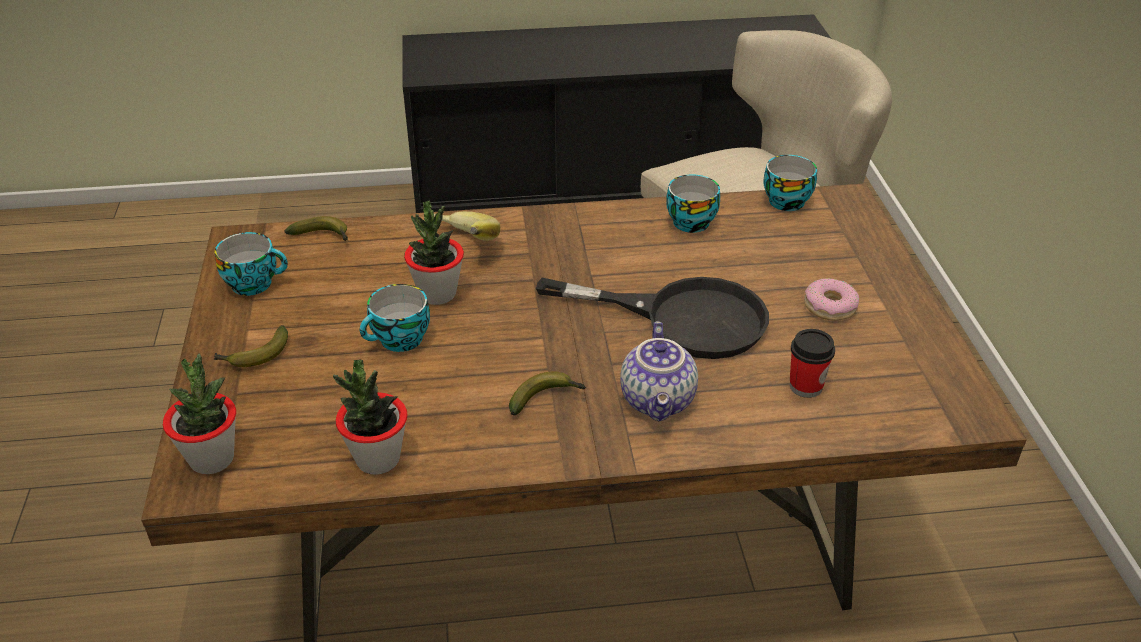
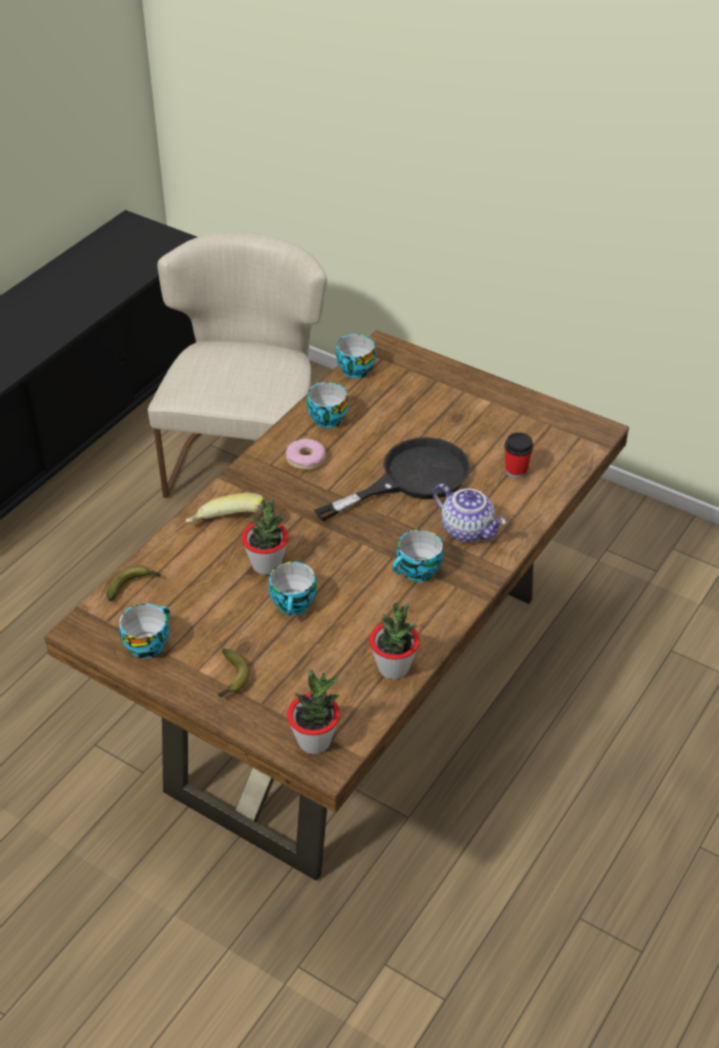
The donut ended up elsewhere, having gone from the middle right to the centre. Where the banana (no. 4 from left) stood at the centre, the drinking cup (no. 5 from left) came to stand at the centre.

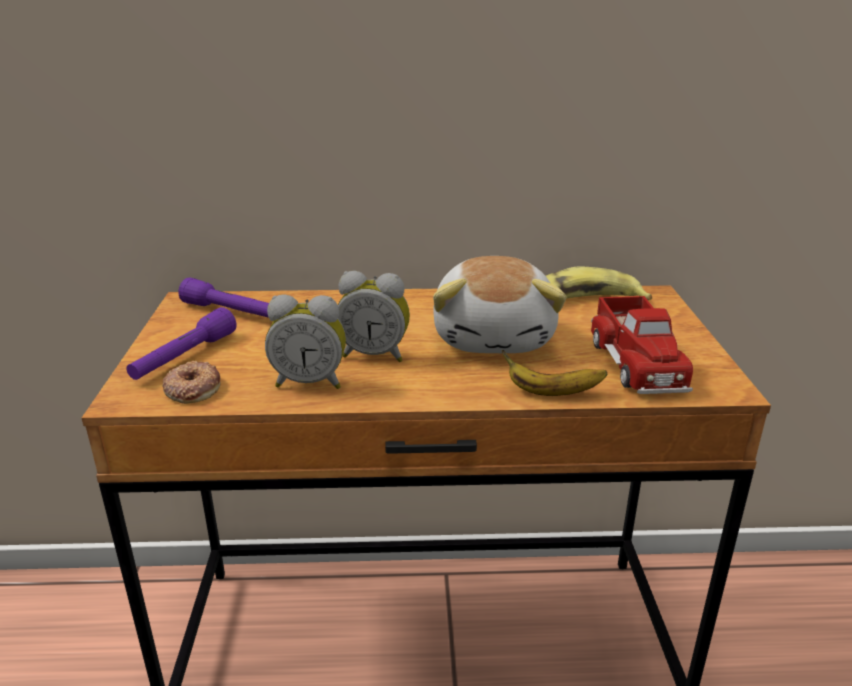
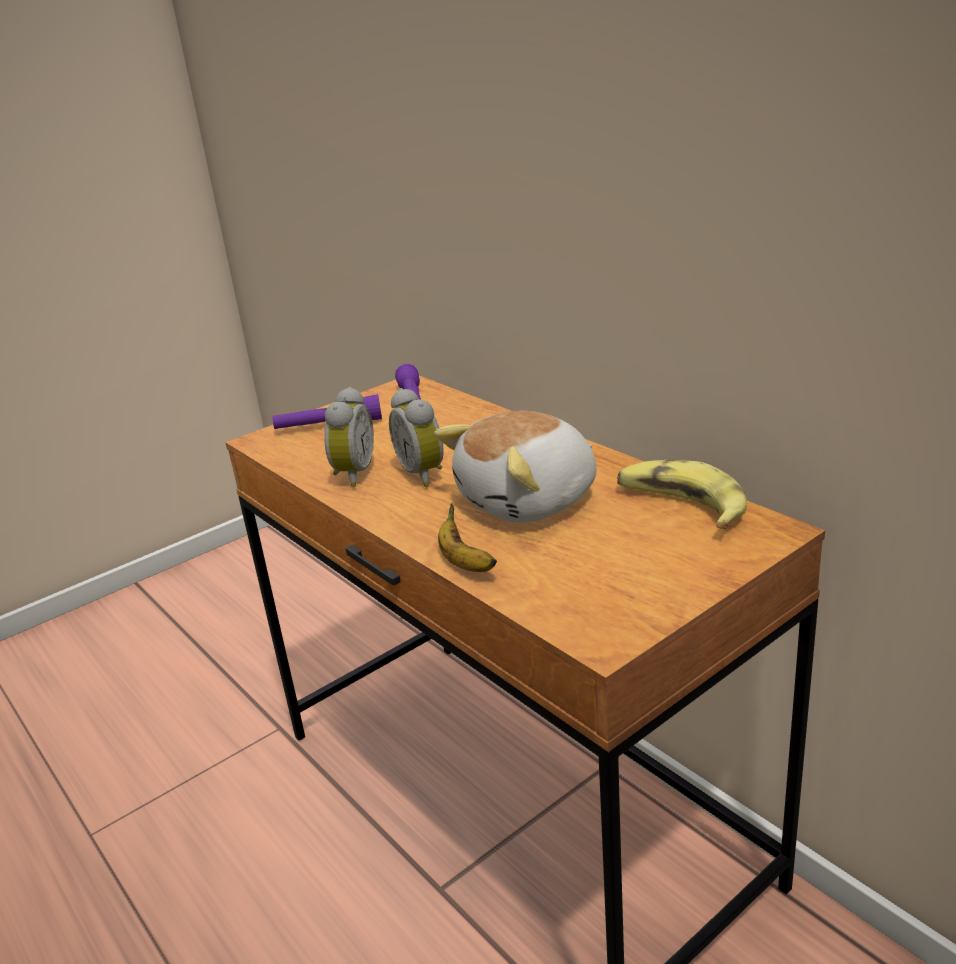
The second view lost the donut at the middle left. The second view lost the toy truck at the middle right. The table clock (no. 1 from left) at the centre ended up facing another way, 135 degrees counterclockwise from before.

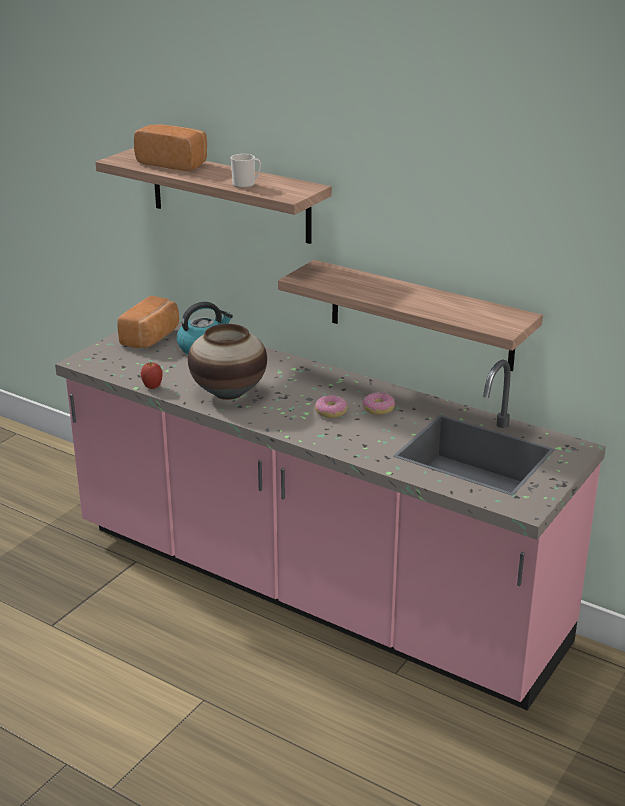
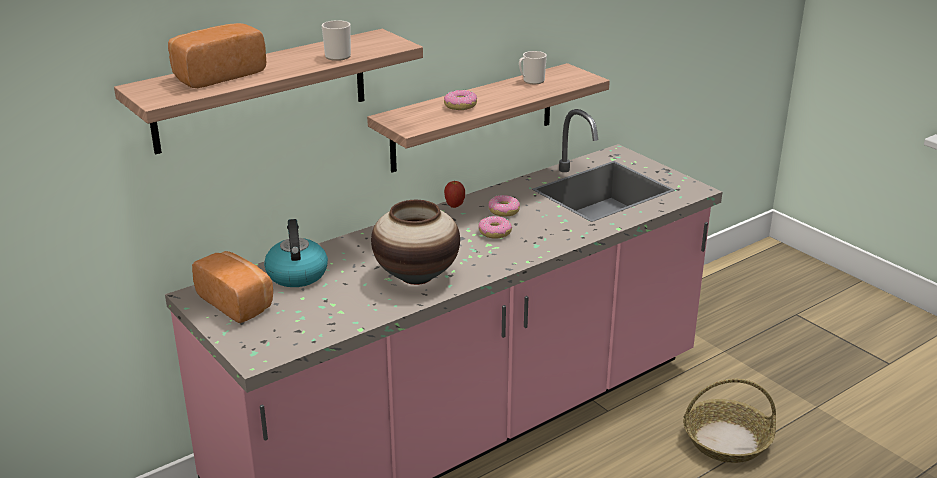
The second view gained the donut (no. 1 from left) at the top centre. The second view gained the tea mug (no. 2 from left) at the top centre. The second view gained the storage basket at the bottom right. The apple fruit ended up elsewhere, having gone from the middle left to the centre.

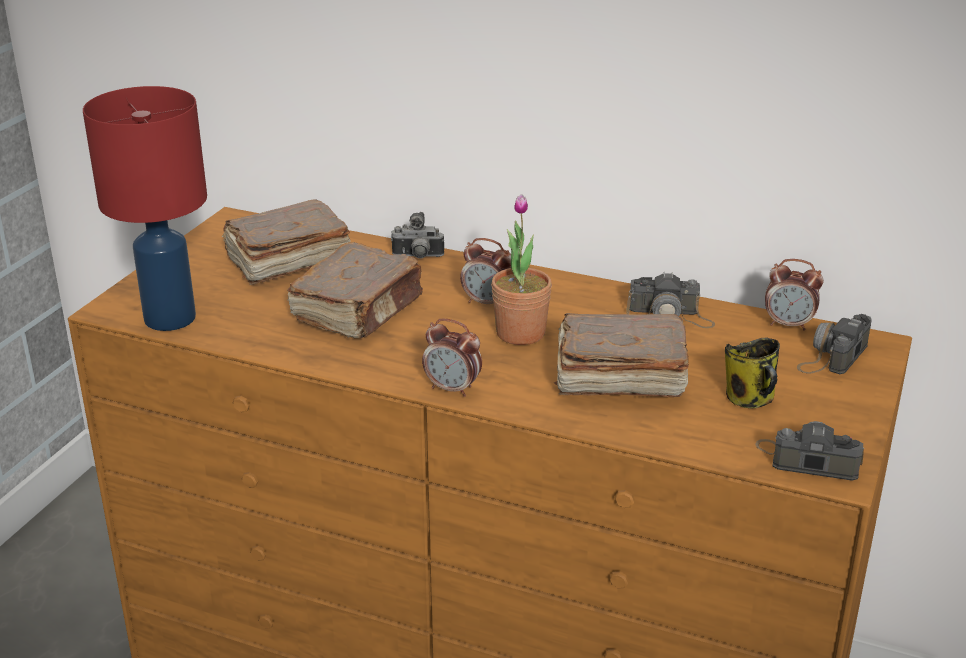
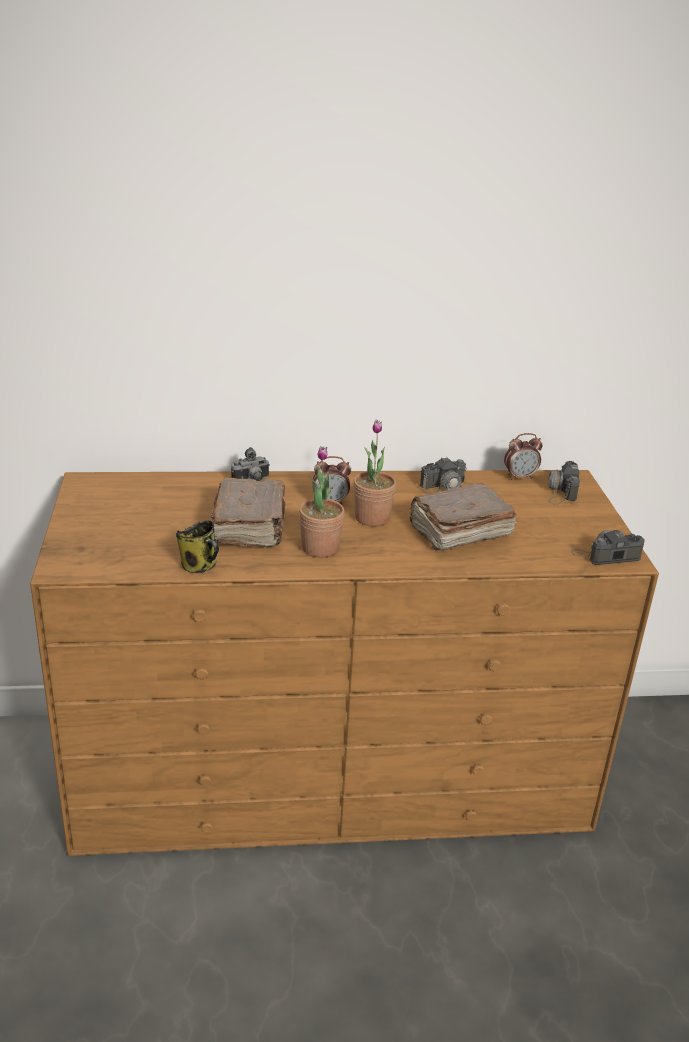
The second view lost the red lamp for a table at the top left. The second view lost the brown book (no. 1 from left) at the middle left. The second view lost the table clock (no. 1 from left) at the centre. The second view gained the potted plant (no. 1 from left) at the centre. The tea mug ended up elsewhere, having gone from the middle right to the middle left.

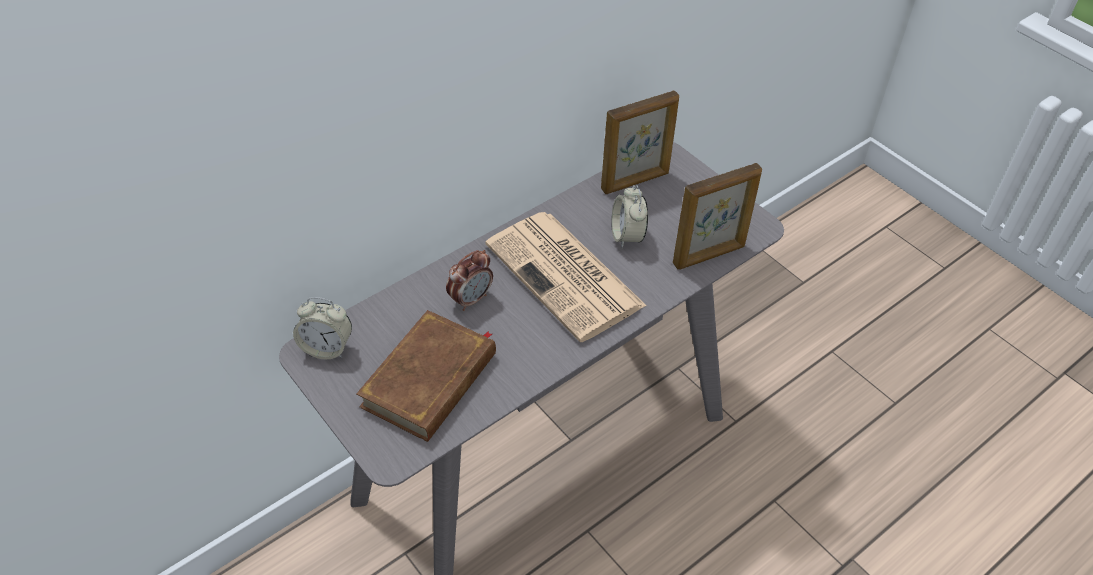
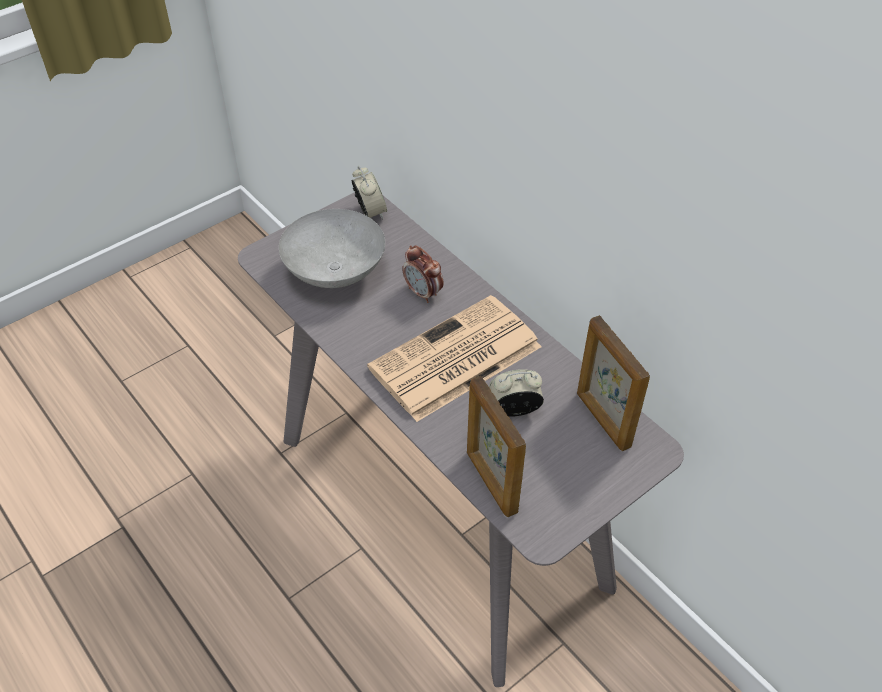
Where the brown book stood at the centre, the greyish deep dish came to stand at the centre. The table clock (no. 1 from left) at the middle left ended up facing another way, 150 degrees clockwise from before.

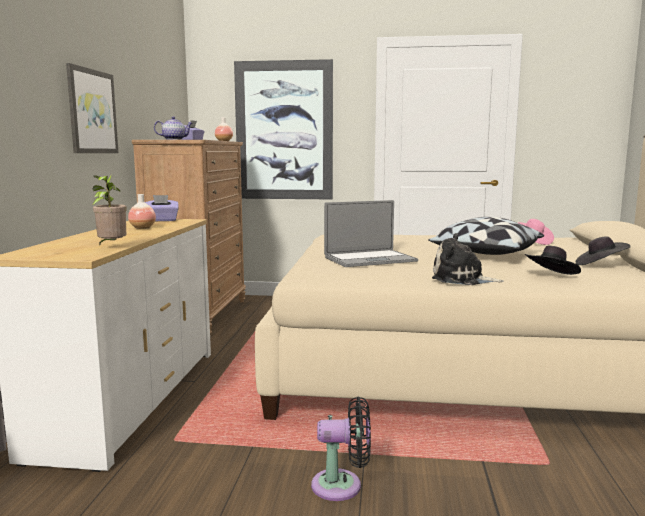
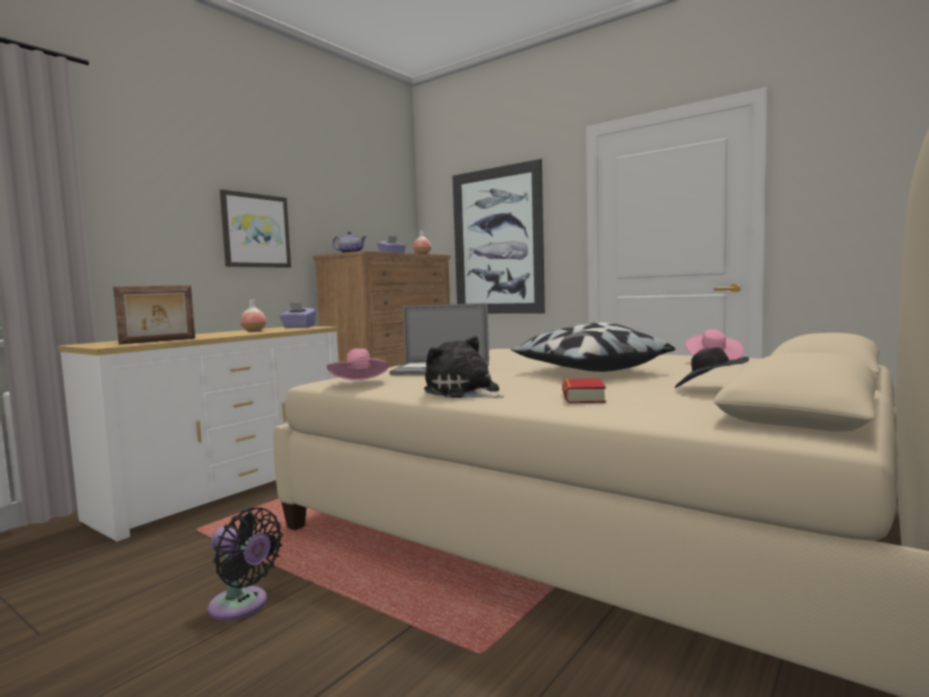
The second view gained the pink clothing hat (no. 1 from left) at the centre. Where the potted plant stood at the middle left, the picture frame came to stand at the middle left. Where the black clothing hat (no. 1 from left) stood at the middle right, the book came to stand at the centre.

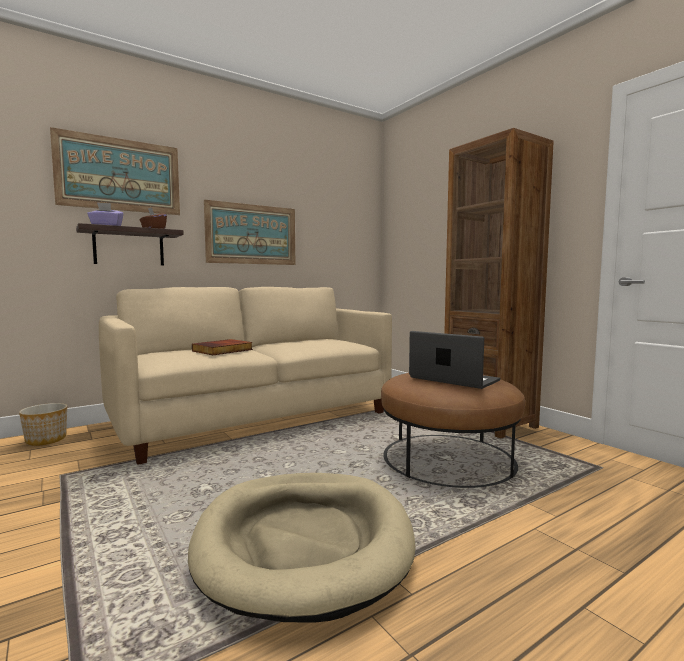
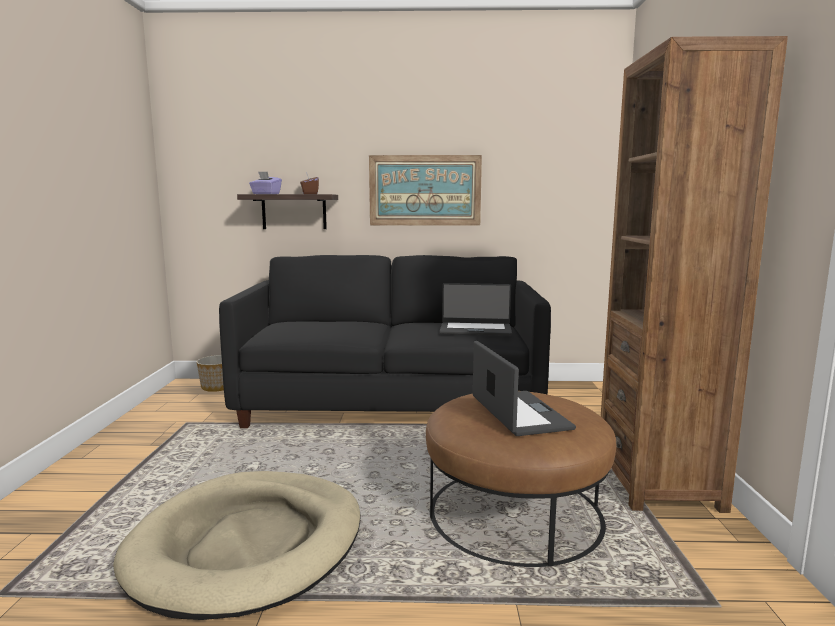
The second view lost the wall picture (no. 1 from left) at the top left. The second view lost the book at the middle left. The second view gained the laptop (no. 1 from left) at the centre. What was the sand-coloured couch at the centre turned into the black couch at the centre.

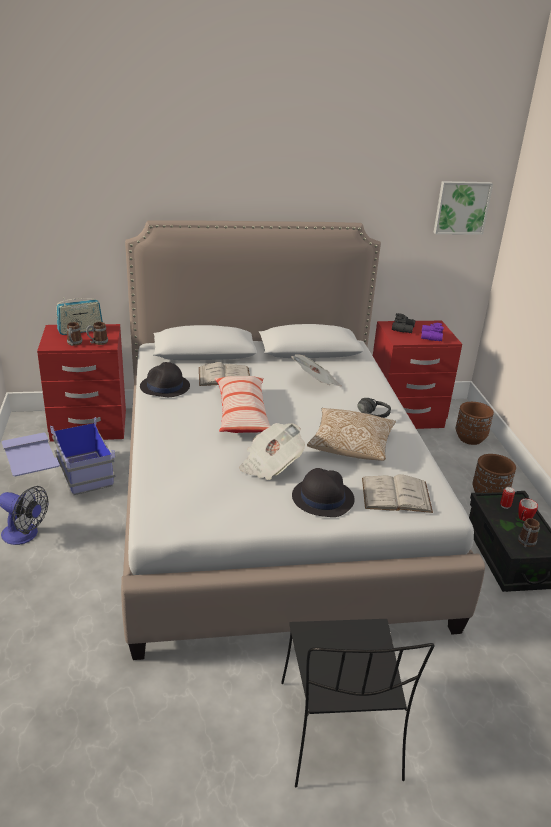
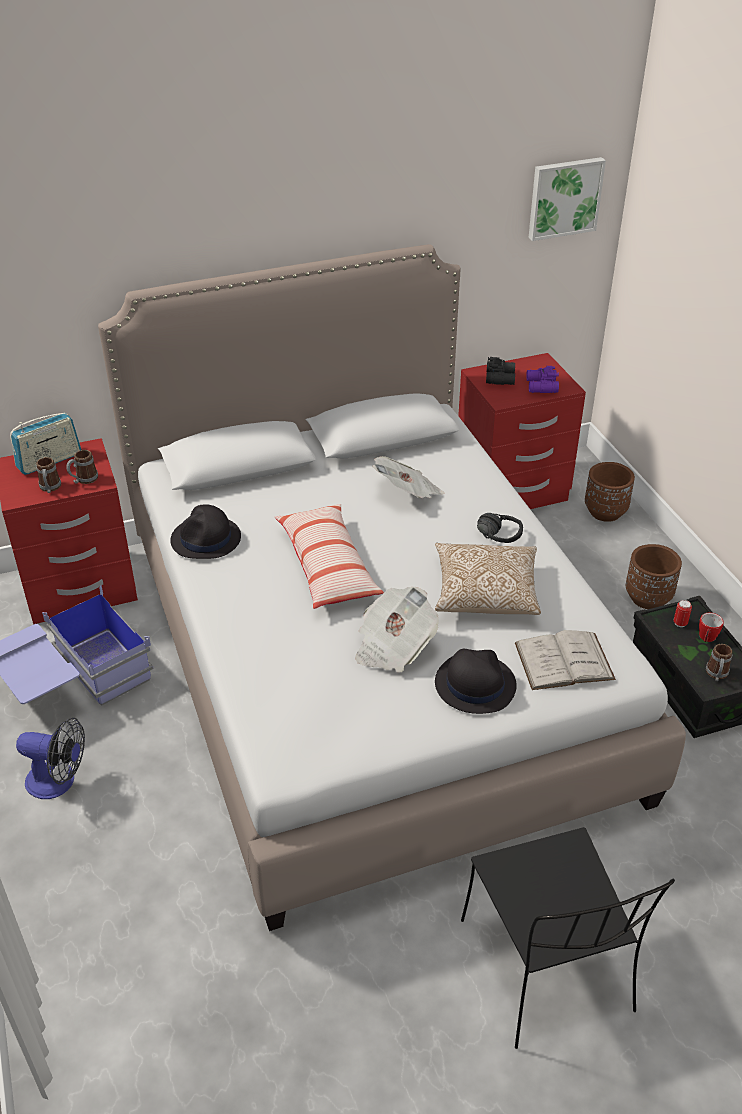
The second view lost the whitish book (no. 1 from left) at the centre.

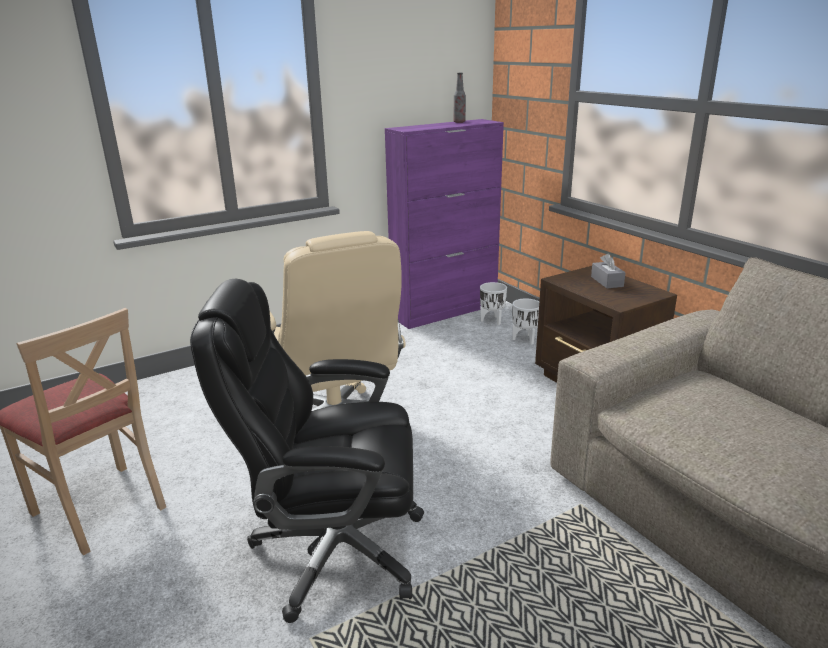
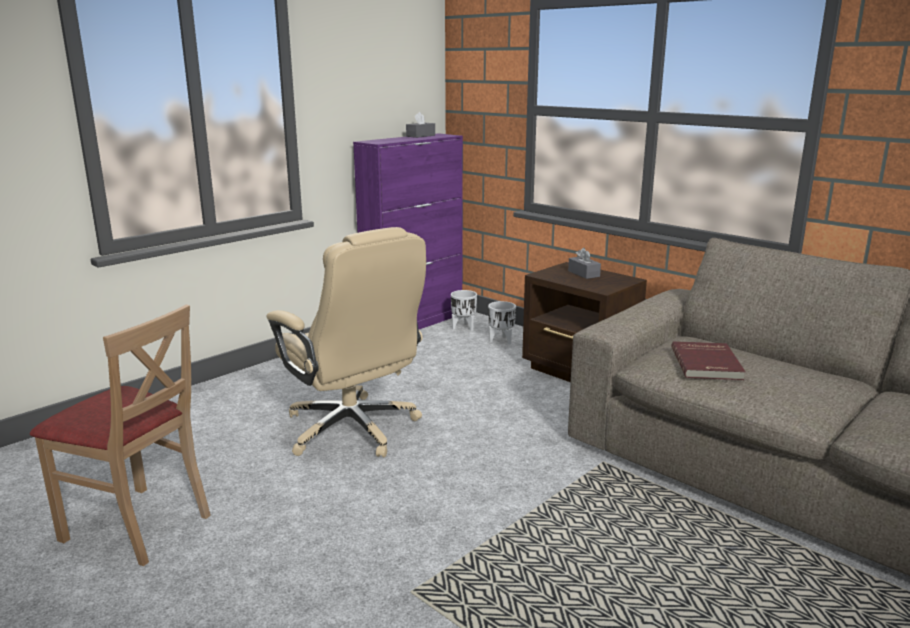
The second view lost the black computer chair at the bottom centre. The second view gained the red book at the middle right. Where the beverage bottle stood at the top centre, the greyish box of tissues (no. 1 from left) came to stand at the top centre.

